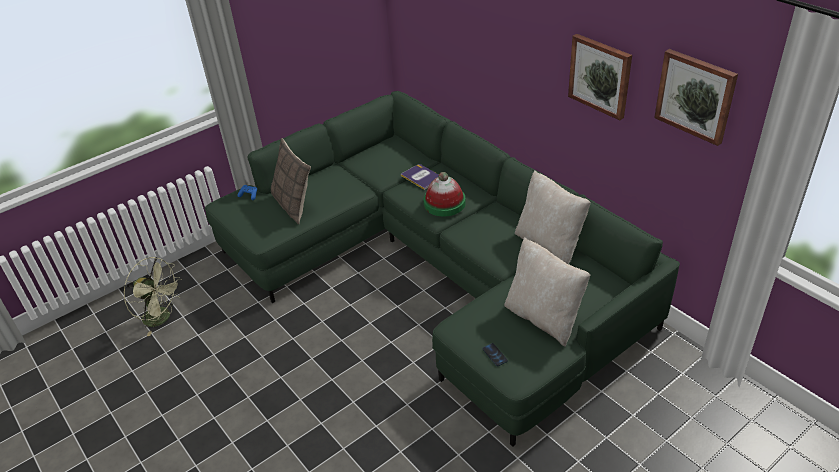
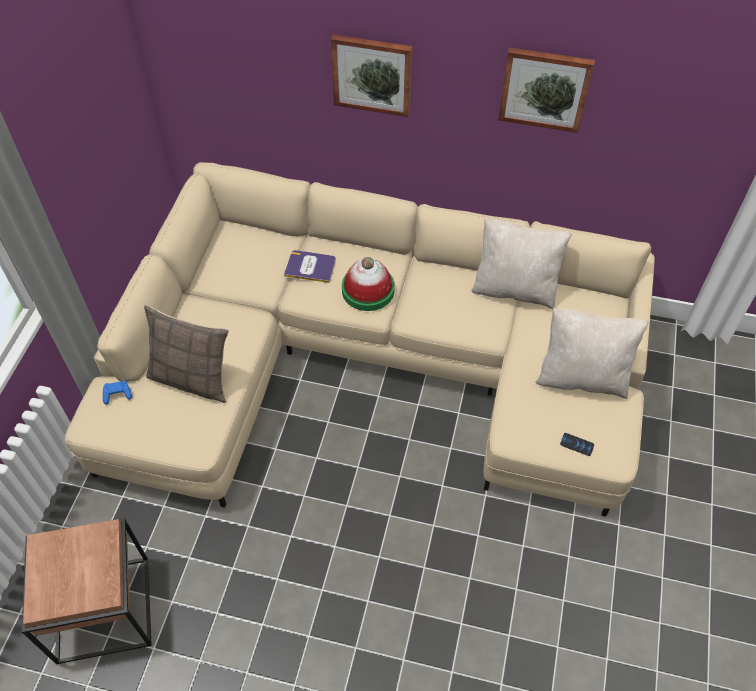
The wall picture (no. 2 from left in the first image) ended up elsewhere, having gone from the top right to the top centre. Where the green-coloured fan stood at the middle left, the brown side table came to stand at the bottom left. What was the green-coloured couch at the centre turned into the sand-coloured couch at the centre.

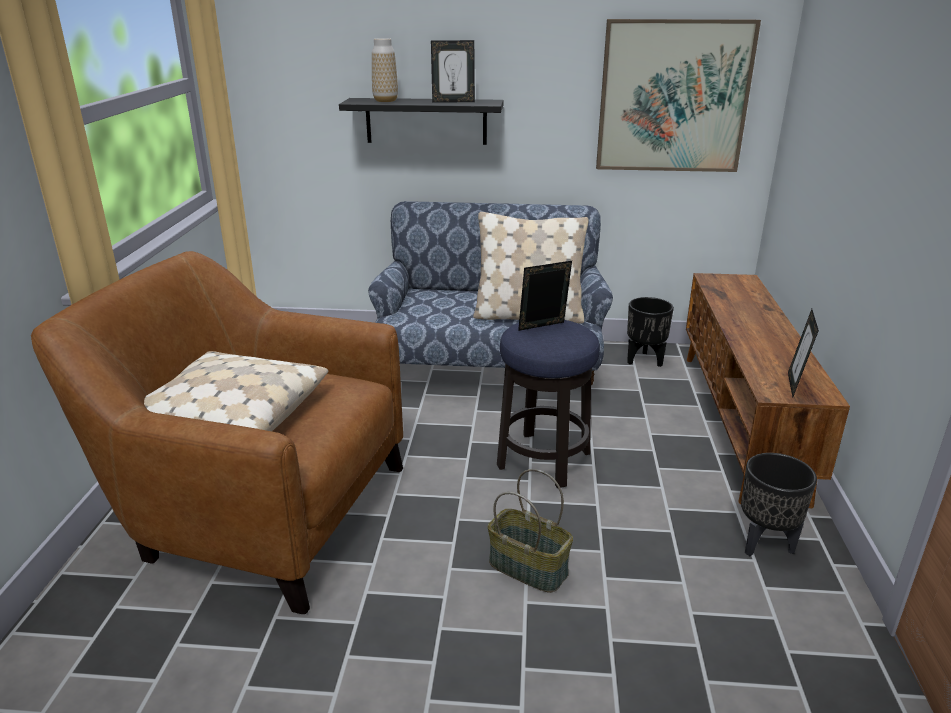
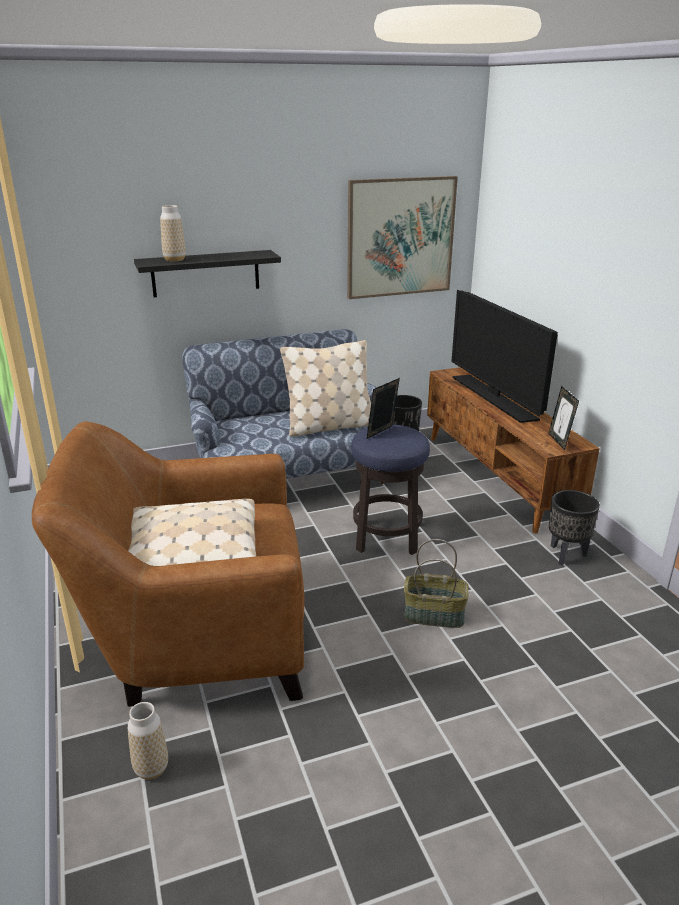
The second view lost the picture frame (no. 1 from left) at the top centre. The second view gained the flower vase (no. 1 from left) at the bottom left. The second view gained the TV set at the middle right.

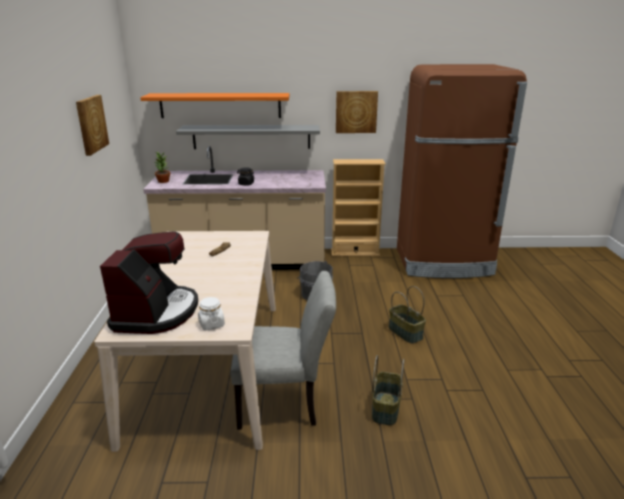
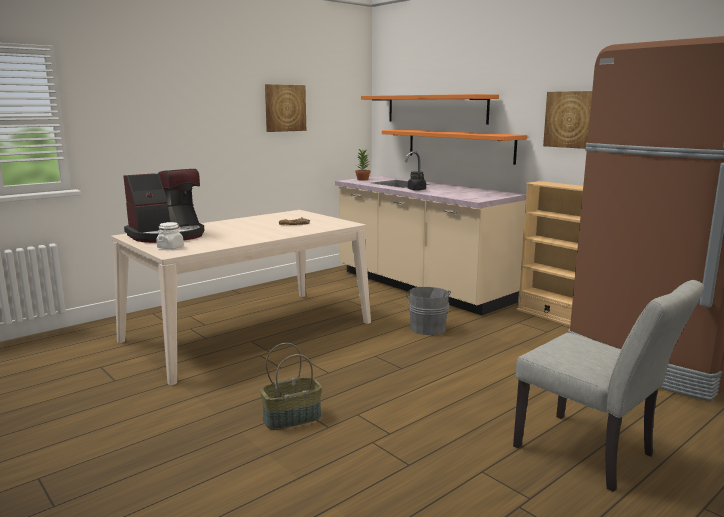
The second view lost the storage basket (no. 2 from left) at the centre. The greyish chair ended up elsewhere, having gone from the bottom centre to the bottom right. What was the greyish wall shelf at the top centre turned into the orangey wall shelf (no. 2 from left) at the top centre.

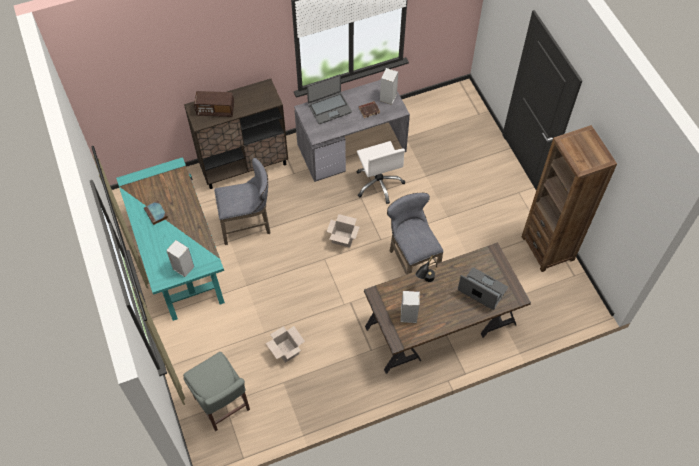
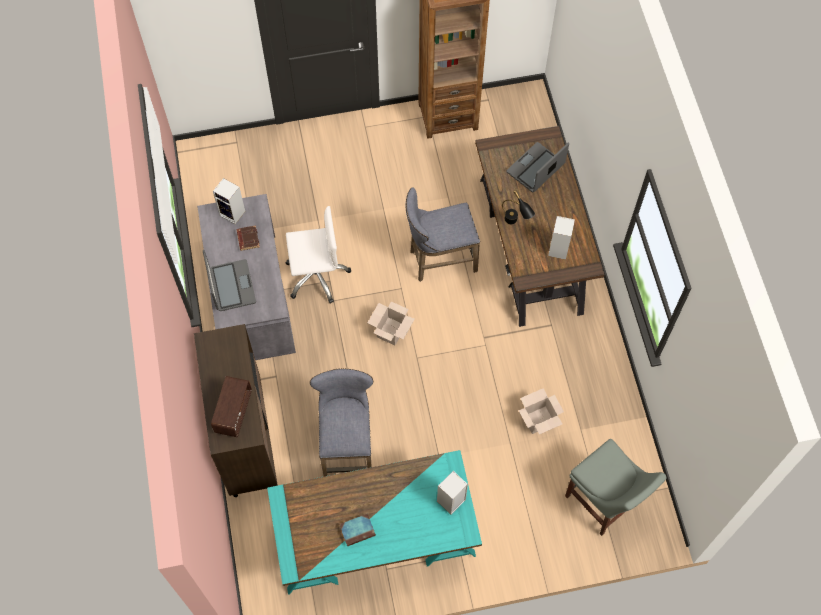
The greyish chair at the bottom left ended up facing another way, 75 degrees clockwise from before.

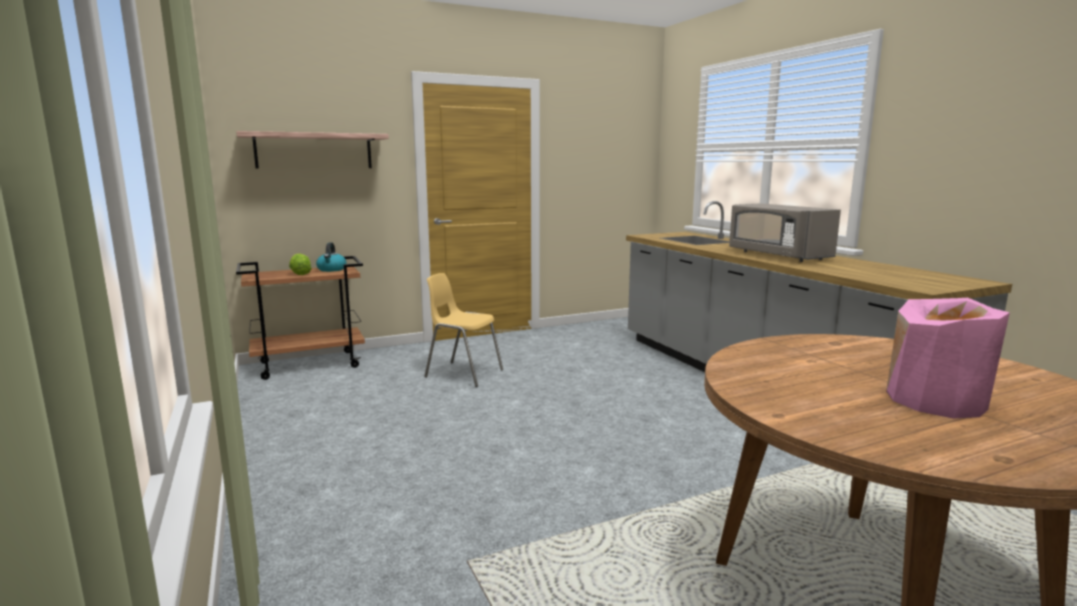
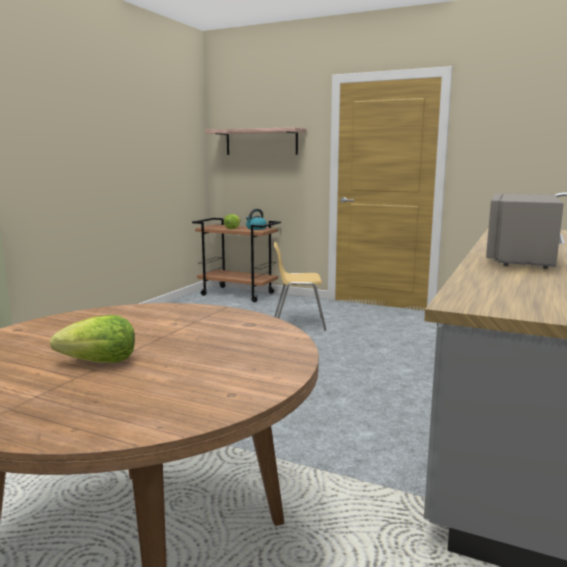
Where the pink flower vase stood at the middle right, the head of lettuce (no. 1 from left) came to stand at the middle left. The yellow chair at the centre ended up facing another way, 75 degrees counterclockwise from before.

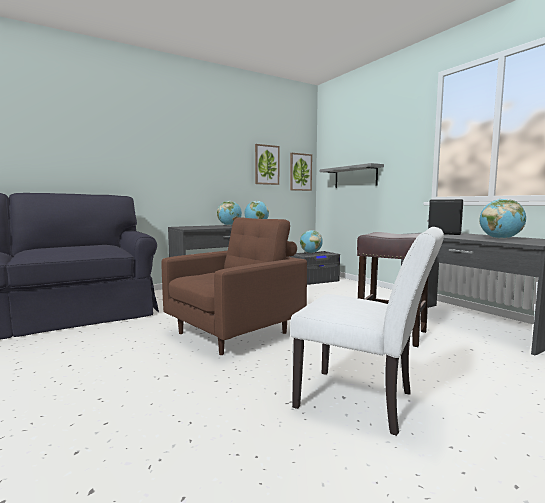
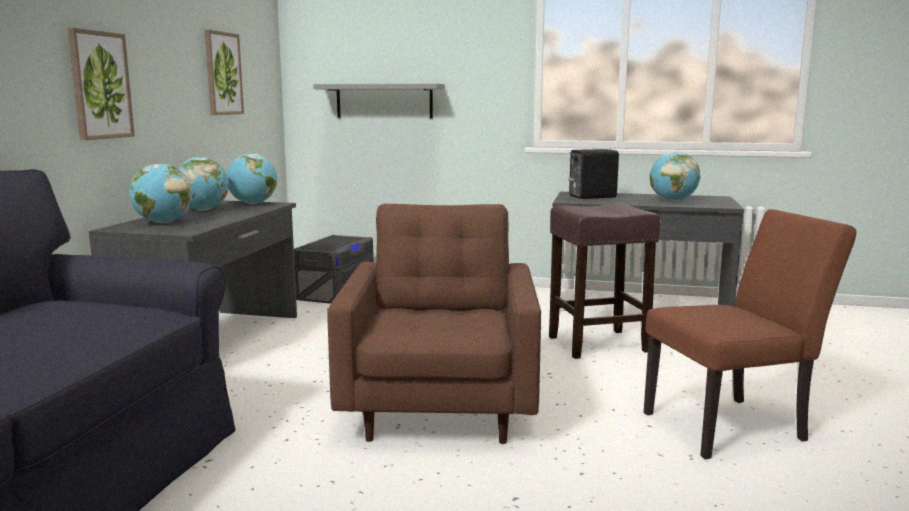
The wall picture (no. 2 from left in the first image) ended up elsewhere, having gone from the centre to the top left. The world globe (no. 3 from left in the first image) ended up elsewhere, having gone from the centre to the middle left. What was the whitish chair at the middle right turned into the brown chair at the middle right.

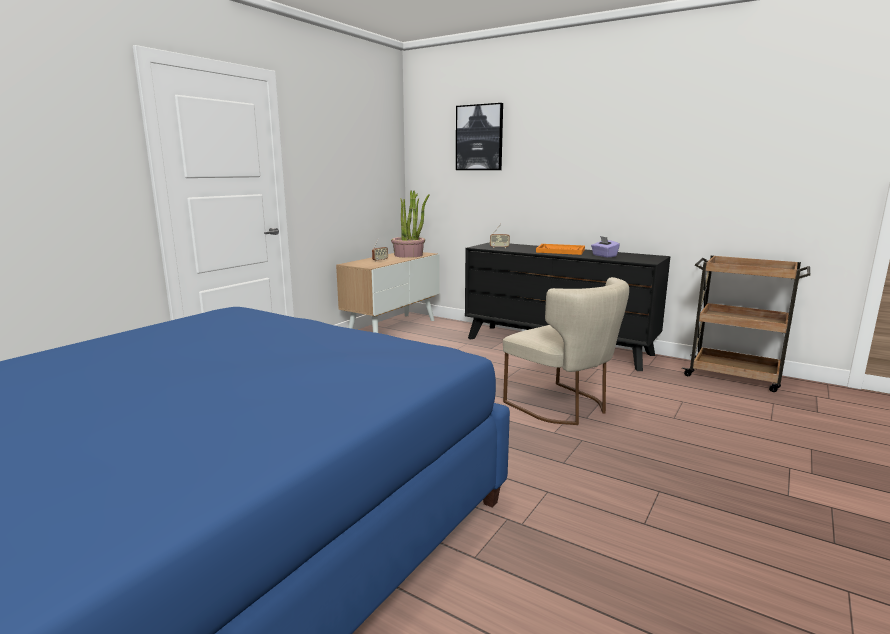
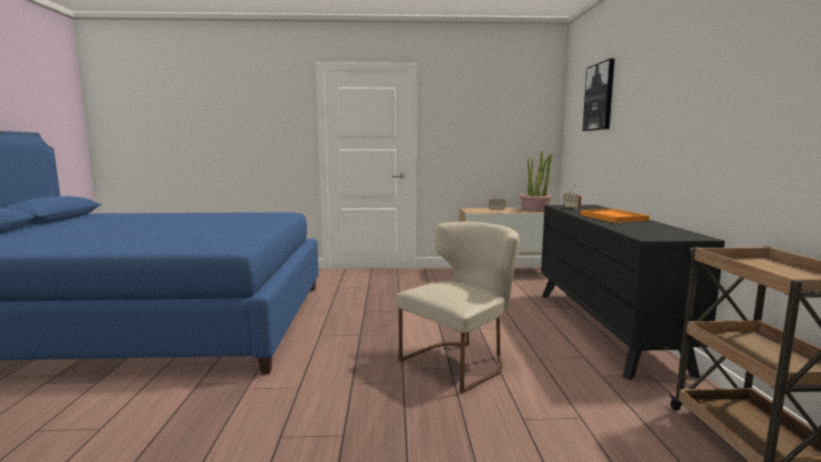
The second view lost the purplish box of tissues at the middle right. The sand-coloured chair at the centre ended up facing another way, 150 degrees counterclockwise from before.

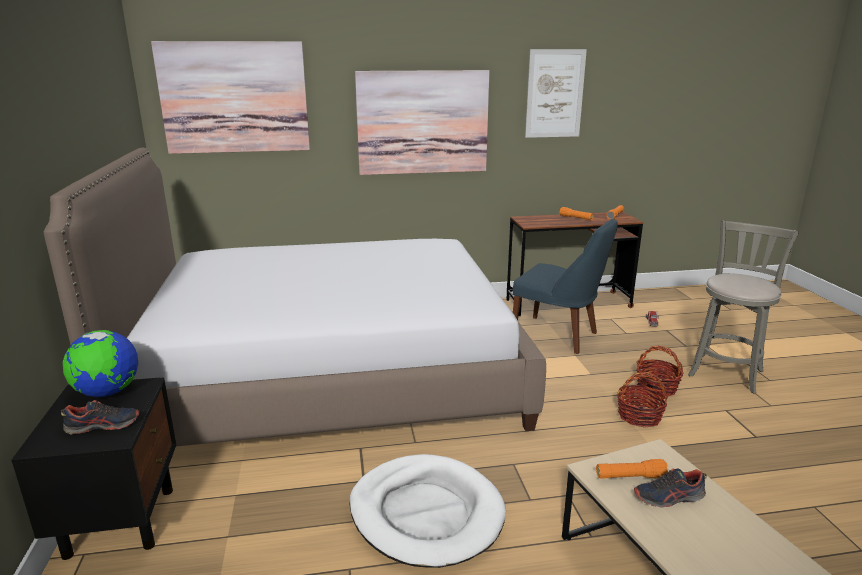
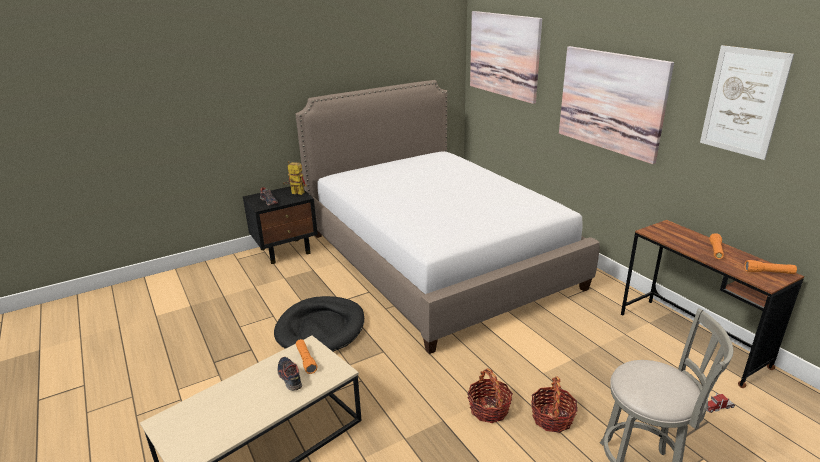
The second view lost the blue chair at the centre. Where the world globe stood at the middle left, the robot figure came to stand at the centre. What was the whitish pet bed at the bottom centre turned into the black pet bed at the bottom centre.

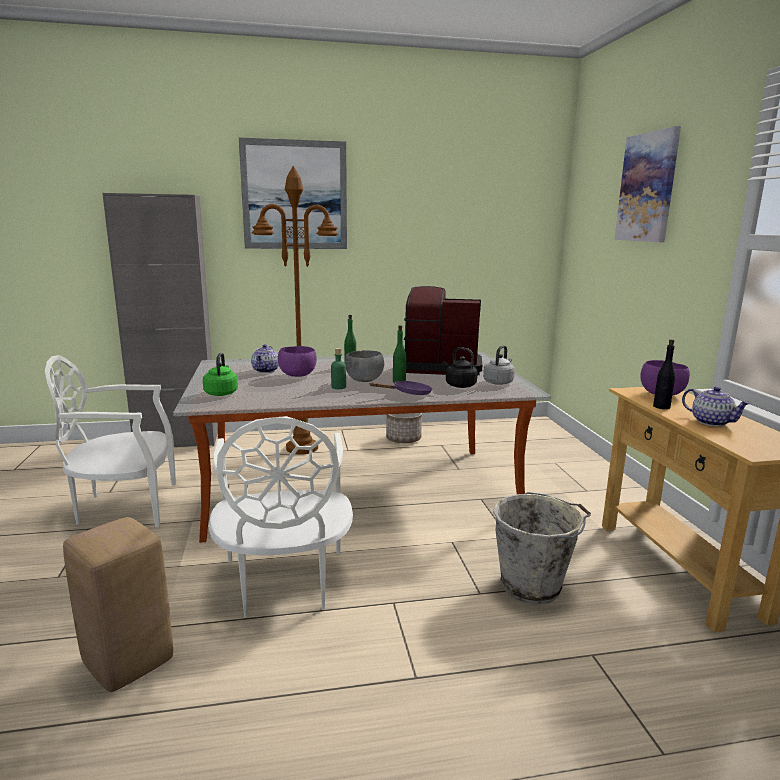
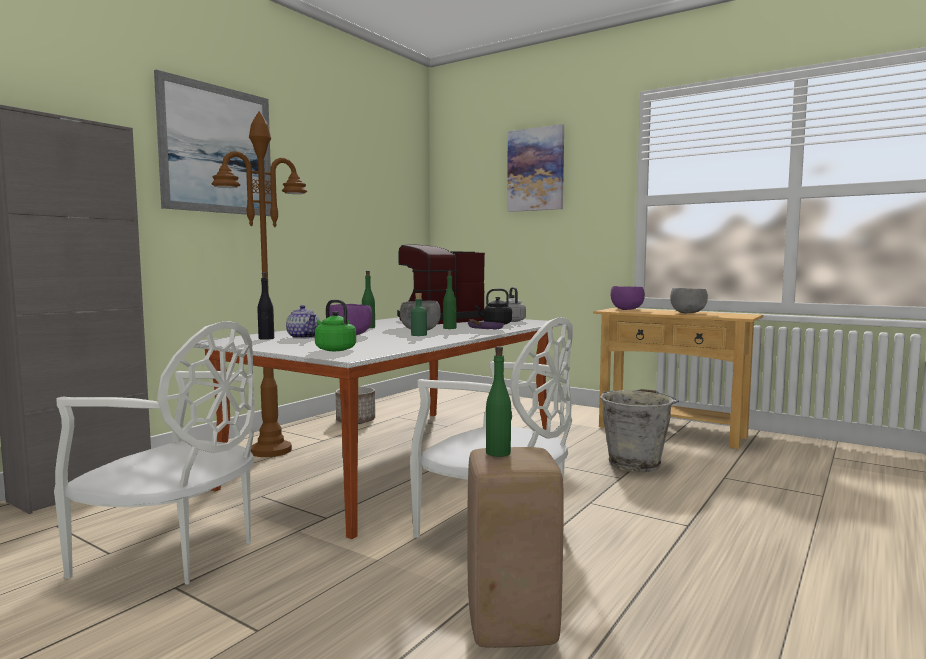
The second view gained the green-coloured beverage bottle (no. 4 from left) at the centre. The black beverage bottle ended up elsewhere, having gone from the middle right to the middle left. Where the tea pot (no. 2 from left) stood at the middle right, the greyish deep dish (no. 2 from left) came to stand at the middle right. The whitish chair (no. 1 from left) at the middle left ended up facing another way, 105 degrees counterclockwise from before.

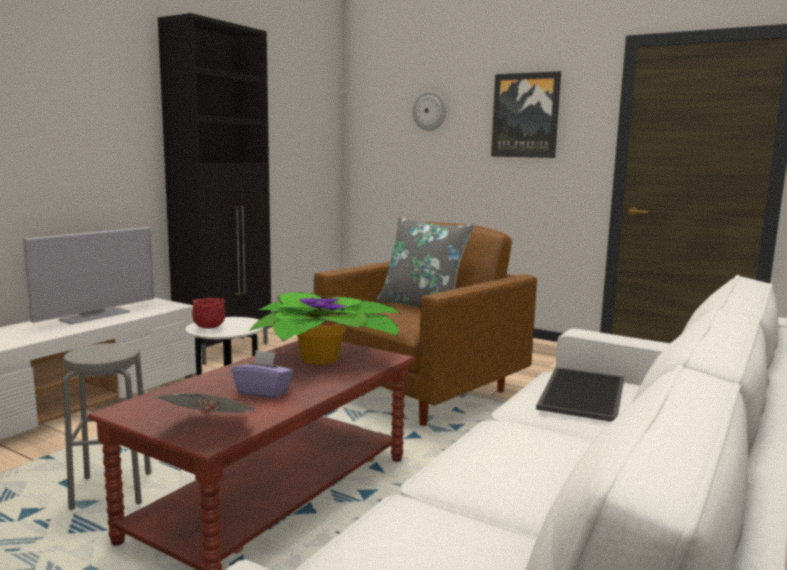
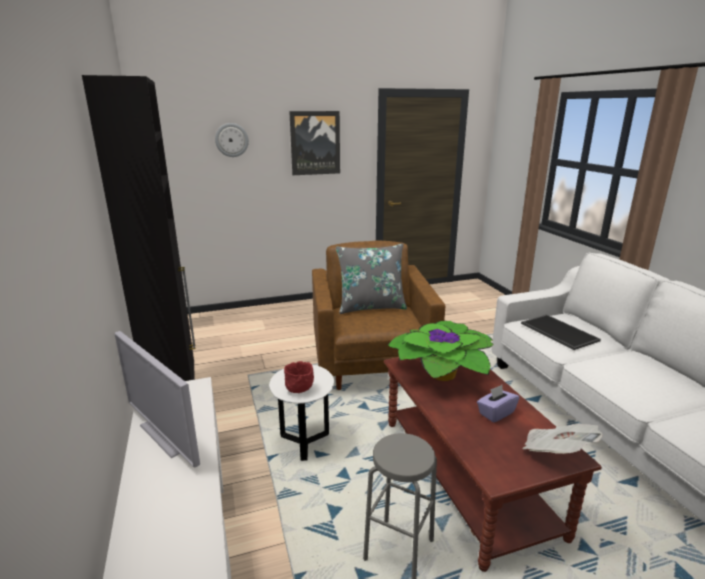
The TV set at the middle left ended up facing another way, 150 degrees clockwise from before.

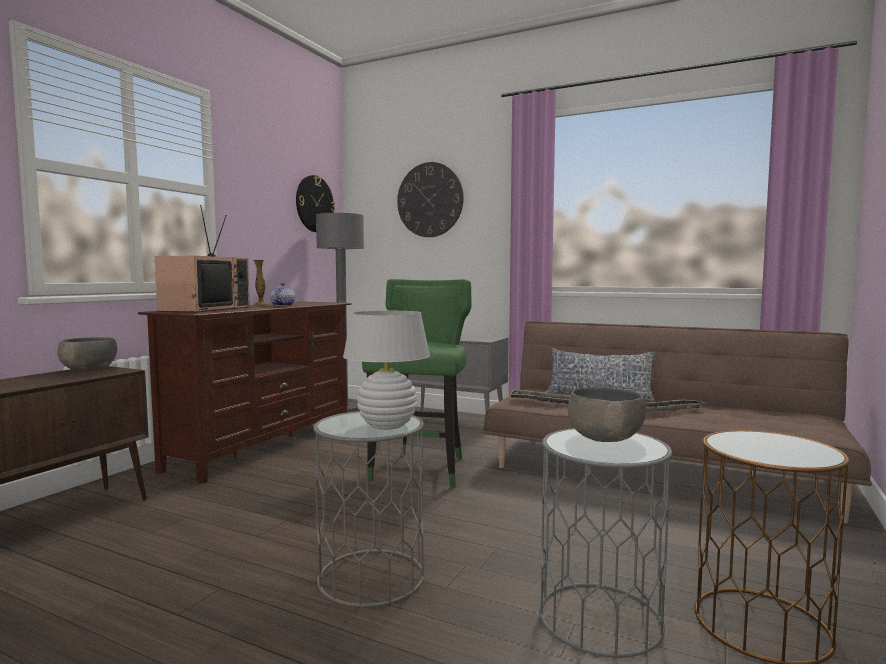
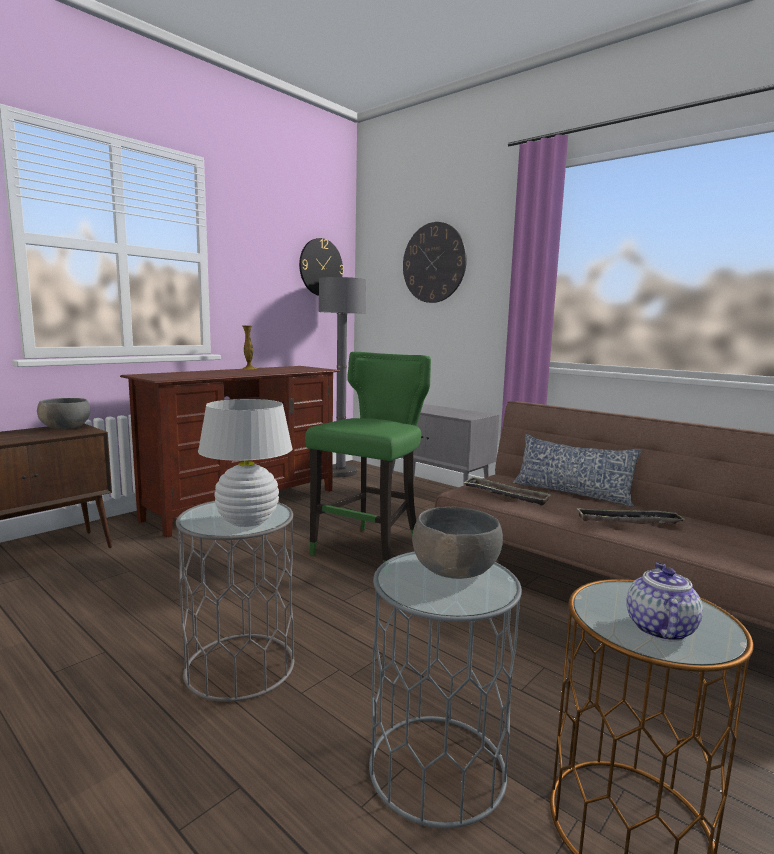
The second view lost the TV set at the middle left. The tea pot ended up elsewhere, having gone from the middle left to the bottom right.

